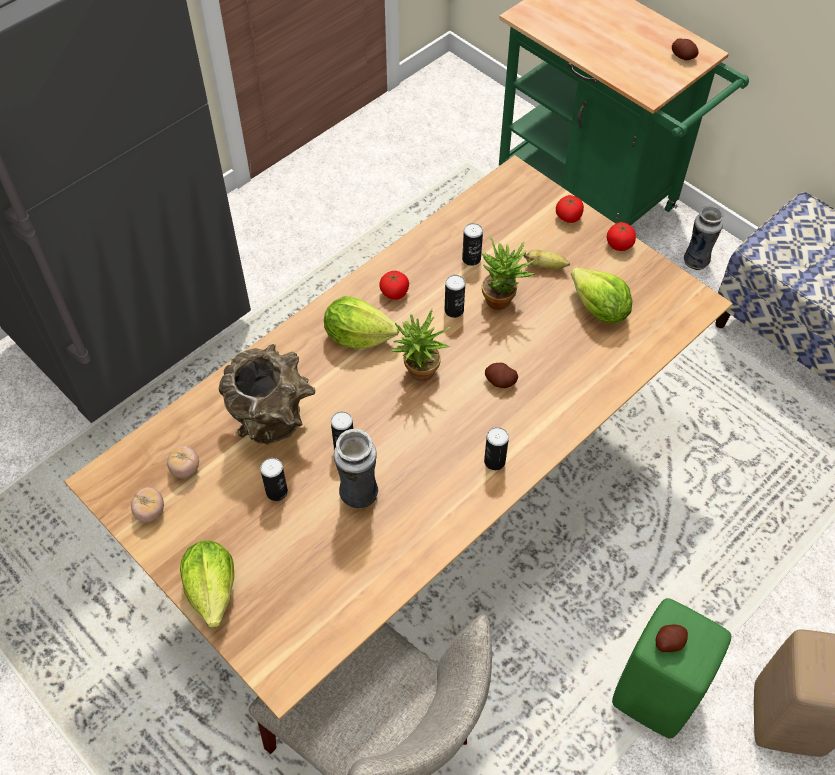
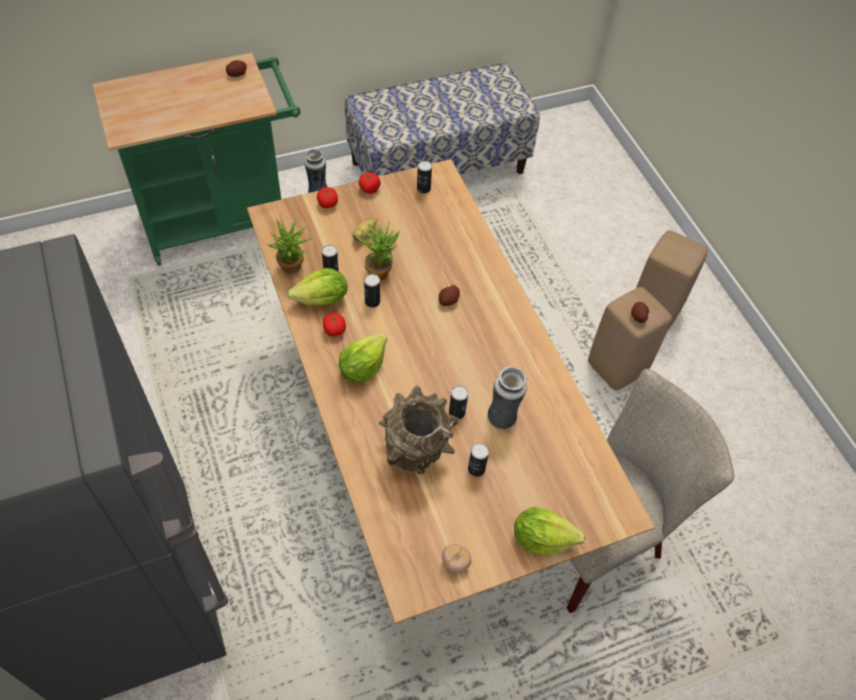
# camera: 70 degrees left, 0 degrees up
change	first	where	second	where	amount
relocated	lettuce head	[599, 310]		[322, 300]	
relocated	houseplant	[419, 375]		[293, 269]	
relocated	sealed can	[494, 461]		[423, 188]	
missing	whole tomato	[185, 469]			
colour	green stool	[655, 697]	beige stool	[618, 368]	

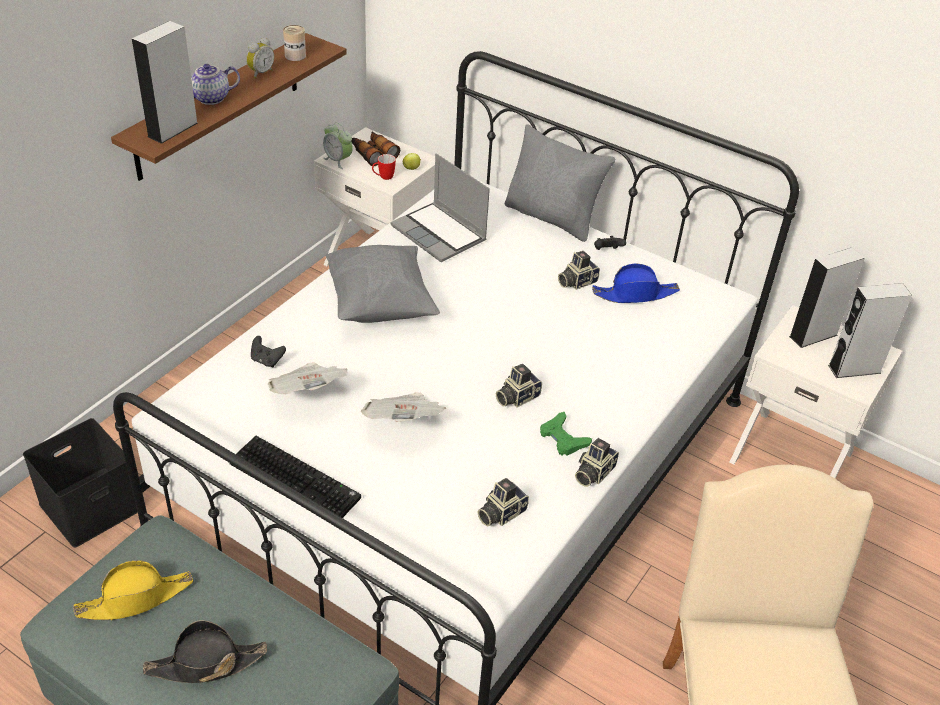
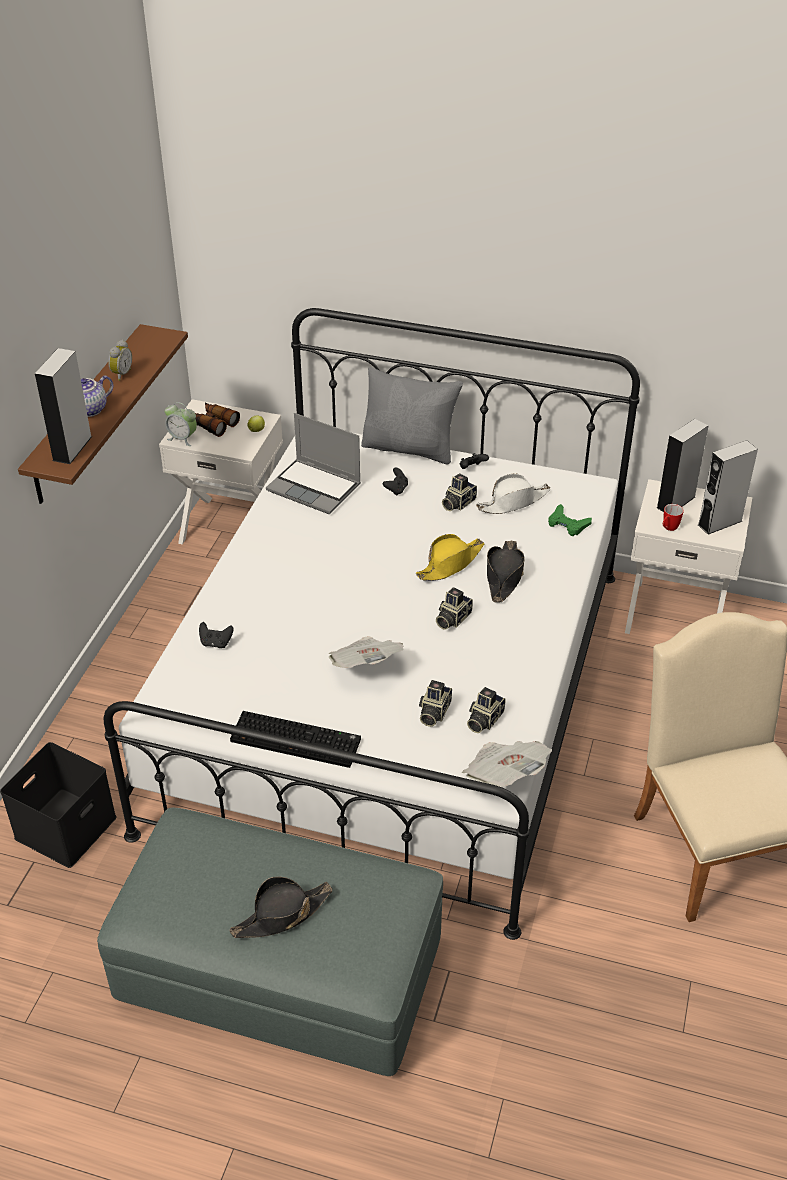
# camera: 15 degrees left, 0 degrees up
change	first	where	second	where	amount
missing	sealed can	[295, 56]			
relocated	coffee mug	[383, 177]		[668, 529]	
missing	greyish throw pillow	[380, 305]			
colour	blue wearable hat	[635, 294]	white-coloured wearable hat	[513, 502]	
relocated	newspaper	[308, 393]		[504, 776]	
relocated	green gamepad	[563, 438]		[567, 524]	
relocated	still camera	[593, 472]		[433, 712]	
relocated	yellowish wearable hat	[136, 599]		[450, 564]	
appeared			black gamepad	[396, 489]	
appeared			black wearable hat	[504, 576]	

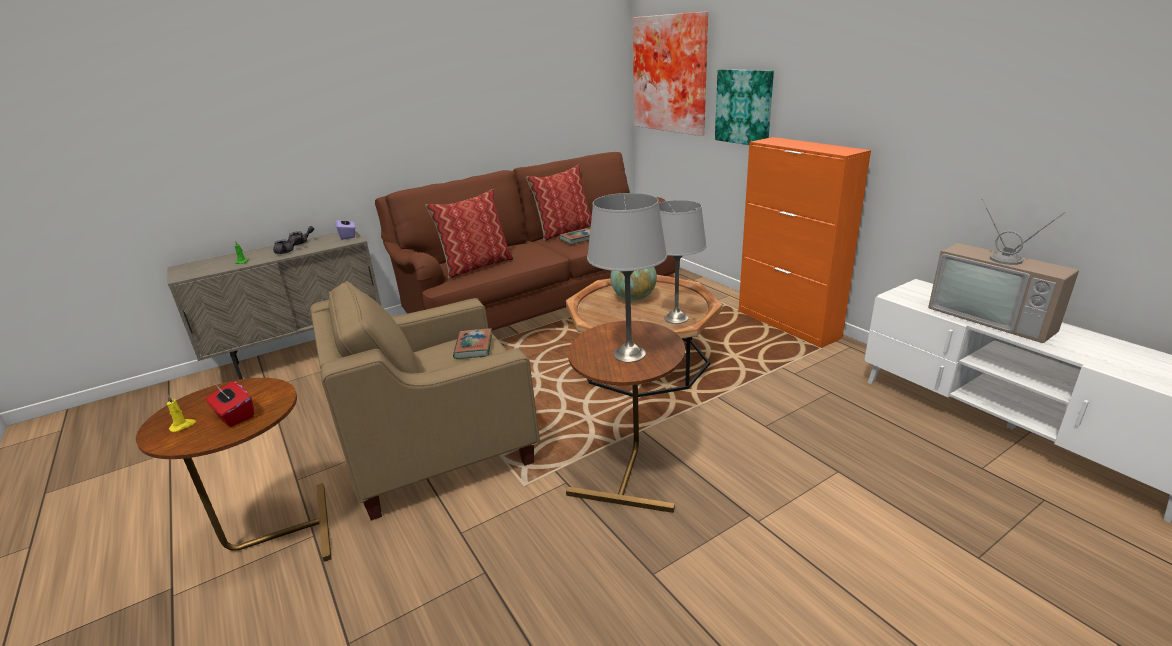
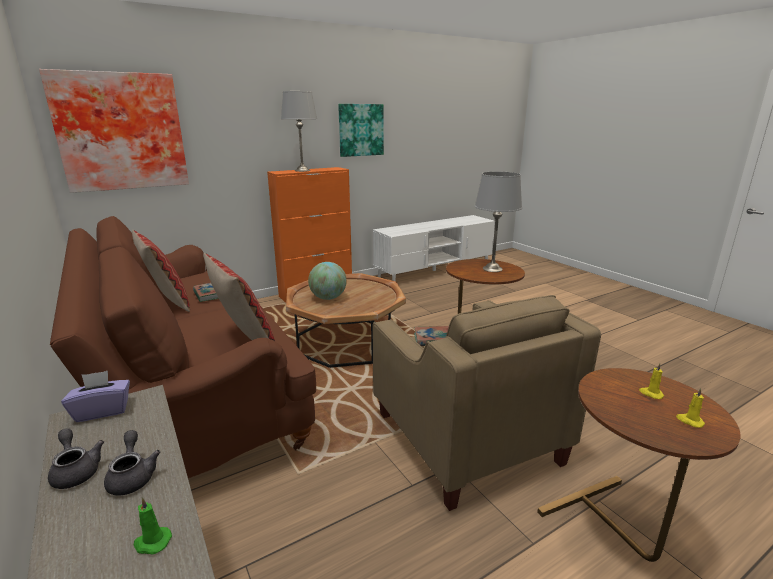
# camera: 90 degrees left, 5 degrees down
change	first	where	second	where	amount
relocated	wall art	[744, 107]		[361, 130]	
missing	TV set	[994, 317]			
relocated	greyish lamp for a table	[676, 318]		[302, 170]	
exchanged	red-coloured box of tissues	[234, 416]	yellowish wax light	[650, 393]	

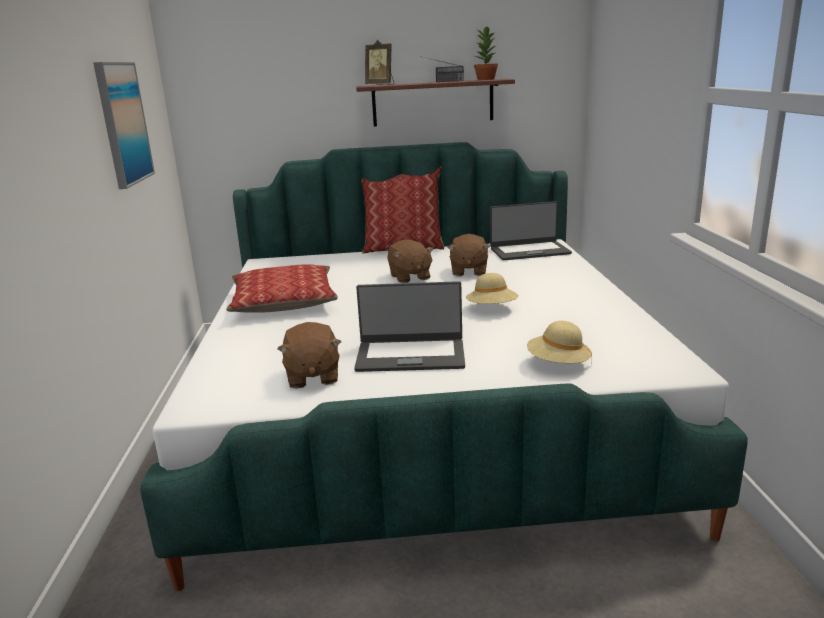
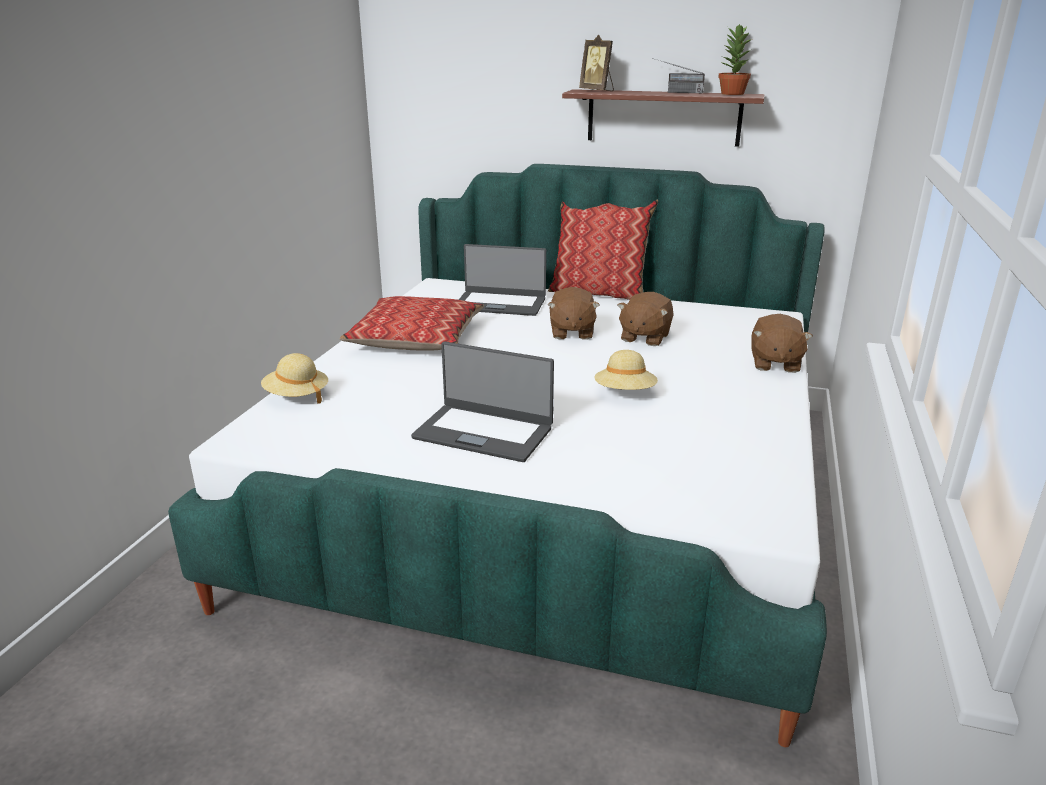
# camera: 20 degrees right, 5 degrees up
change	first	where	second	where	amount
missing	wall art	[123, 123]			
relocated	laptop	[529, 251]		[500, 304]	
relocated	beige wearable hat	[558, 364]		[296, 396]	
relocated	brown-coloured plush toy	[312, 376]		[774, 363]	

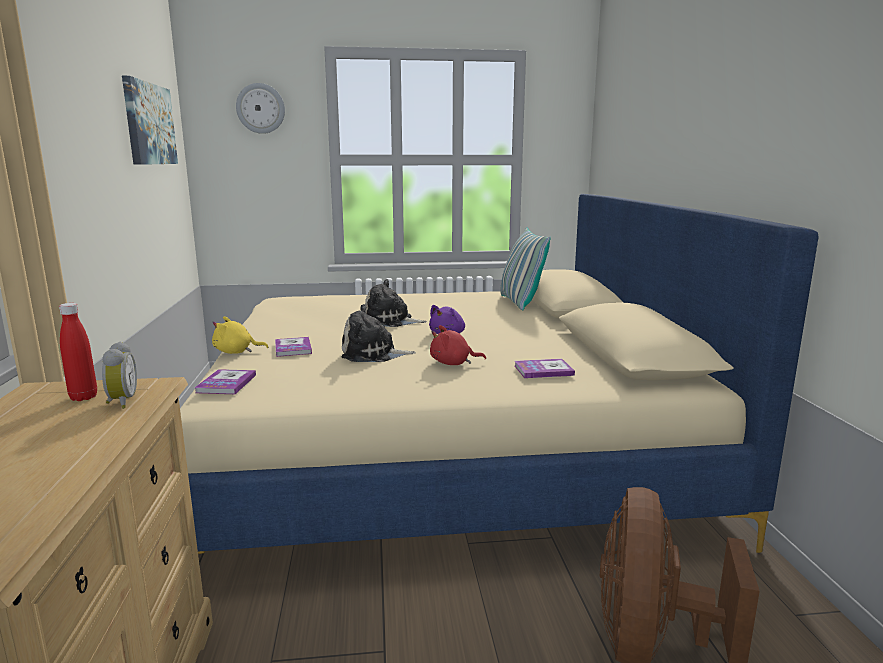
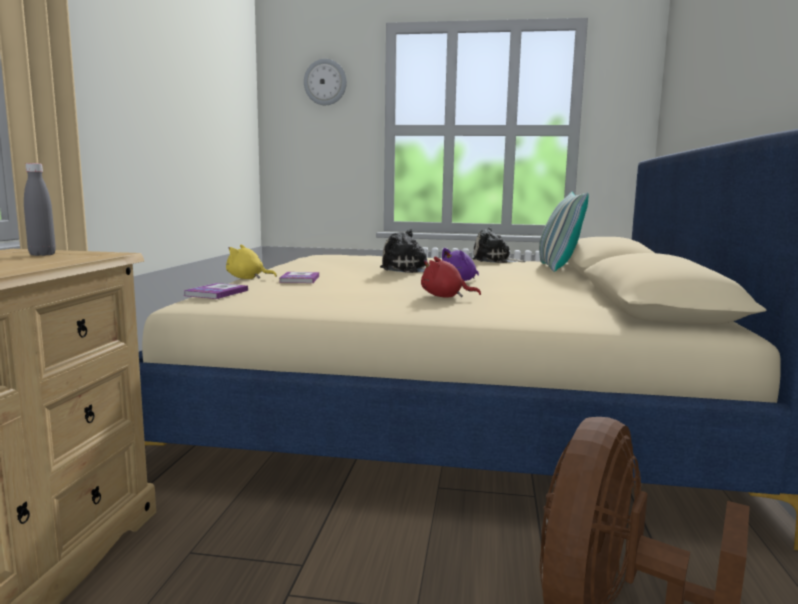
# camera: 15 degrees right, 5 degrees down
change	first	where	second	where	amount
missing	wall art	[149, 124]			
colour	red-coloured bottle	[83, 397]	greyish bottle	[42, 254]	
relocated	plush toy	[373, 354]		[494, 261]	
missing	alarm clock	[120, 402]			
missing	volume	[543, 370]			

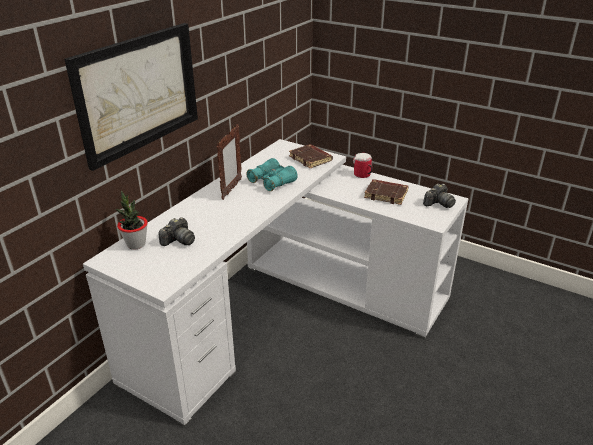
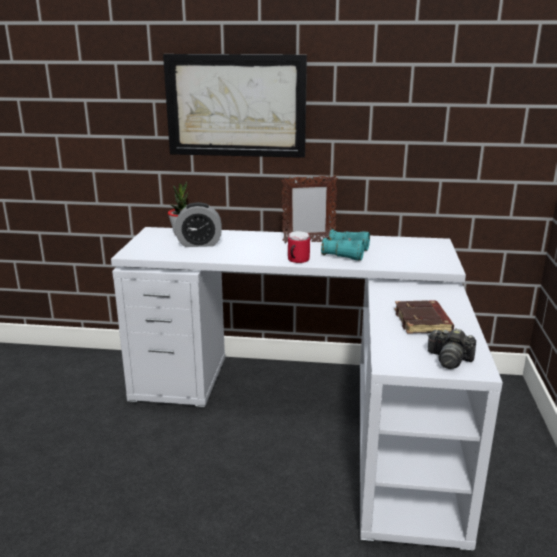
# camera: 65 degrees right, 10 degrees down
change	first	where	second	where	amount
missing	brown-coloured volume	[311, 159]			
relocated	coffee mug	[363, 175]		[296, 260]	
exchanged	still camera	[178, 241]	alarm clock	[199, 244]	

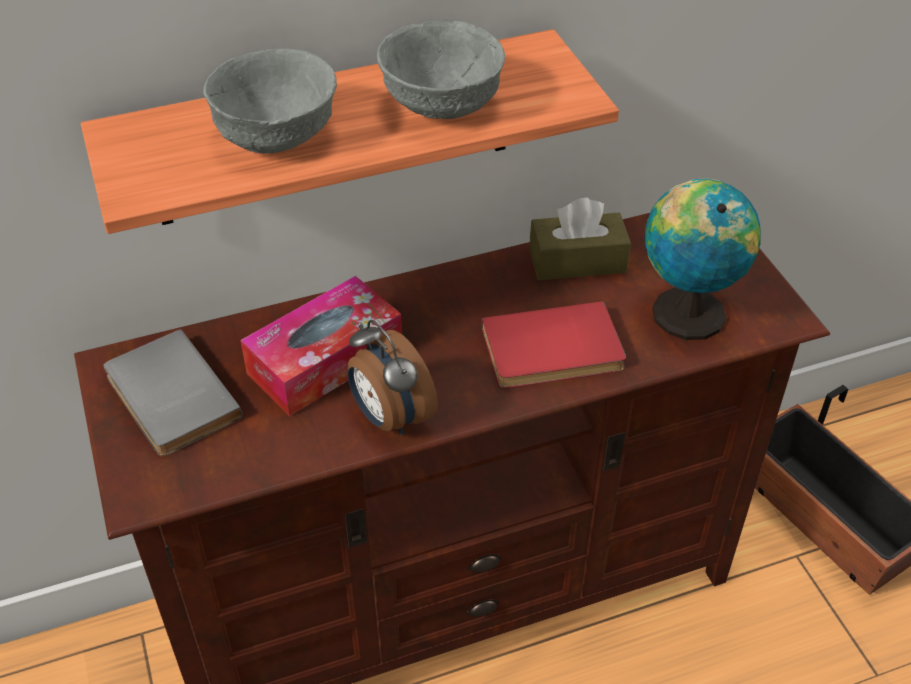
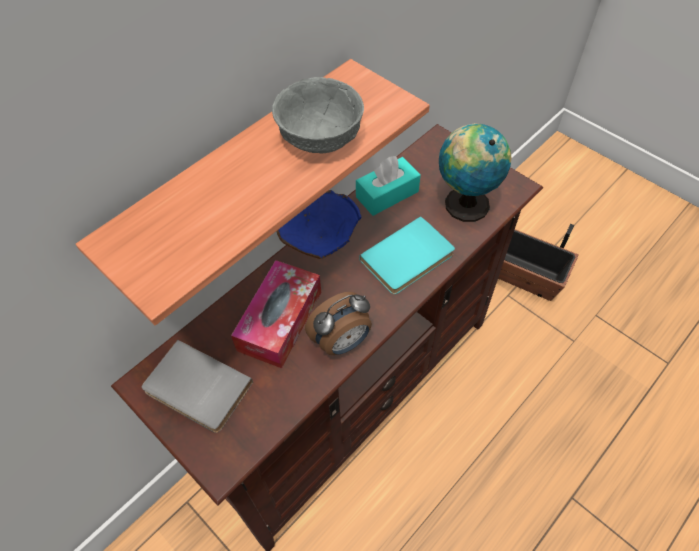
# camera: 25 degrees left, 10 degrees up
change	first	where	second	where	amount
missing	greyish deep dish	[277, 136]			
colour	brown-coloured box of tissues	[577, 261]	turquoise-coloured box of tissues	[387, 194]	
colour	red-coloured volume	[553, 352]	turquoise-coloured volume	[409, 259]	
spun	alarm clock	[389, 417]		[342, 342]	60 degrees counterclockwise
appeared			blue deep dish	[319, 239]	

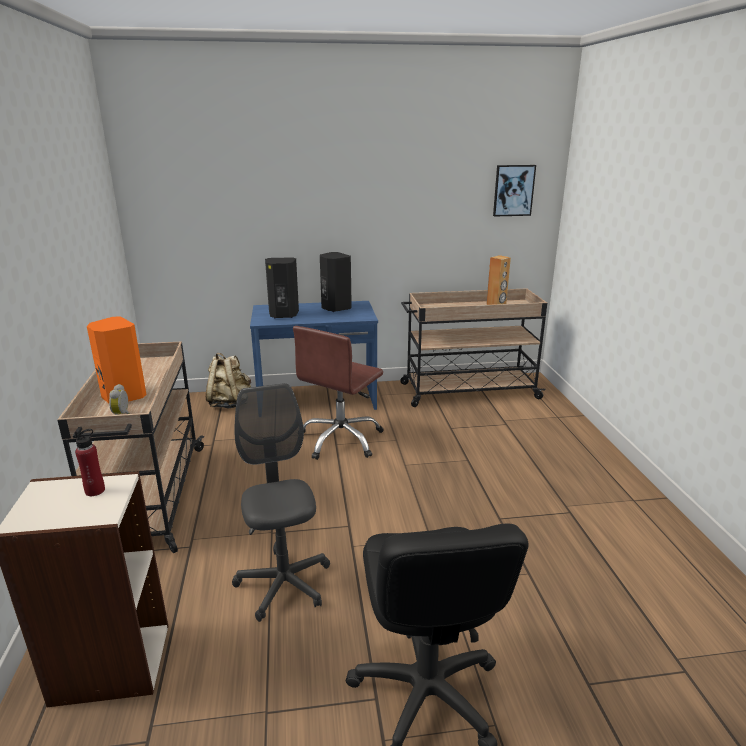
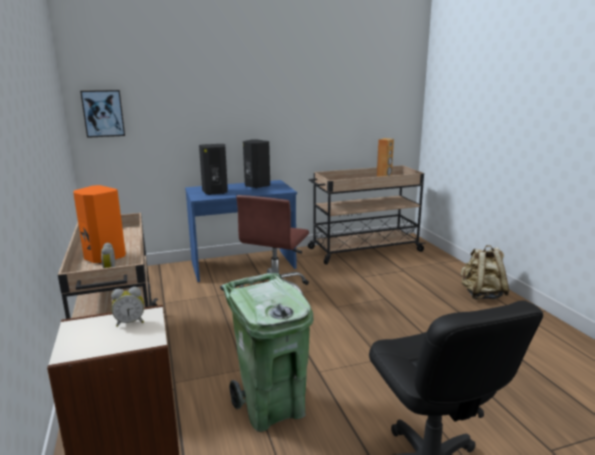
# camera: 10 degrees left, 5 degrees down
change	first	where	second	where	amount
relocated	wall art	[513, 190]		[103, 113]	
relocated	beige backpack	[230, 403]		[481, 295]	
exchanged	greyish desk chair	[284, 584]	green rubbish bin	[271, 408]	
exchanged	red-coloured bottle	[95, 490]	alarm clock	[130, 322]	

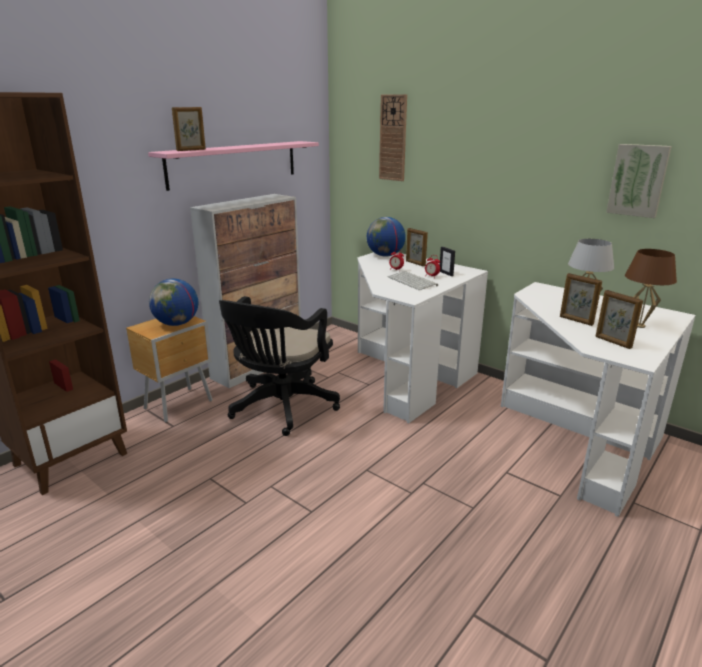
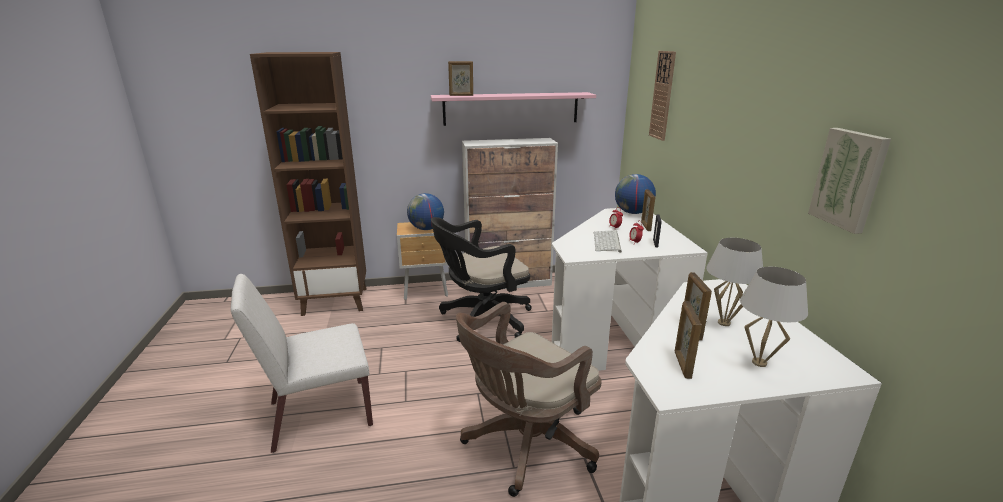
# camera: 40 degrees right, 0 degrees up
change	first	where	second	where	amount
colour	brown-coloured lamp for a table	[639, 325]	white-coloured lamp for a table	[759, 362]	
appeared			white-coloured upright chair	[319, 414]	
appeared			brown-coloured desk chair	[525, 445]	

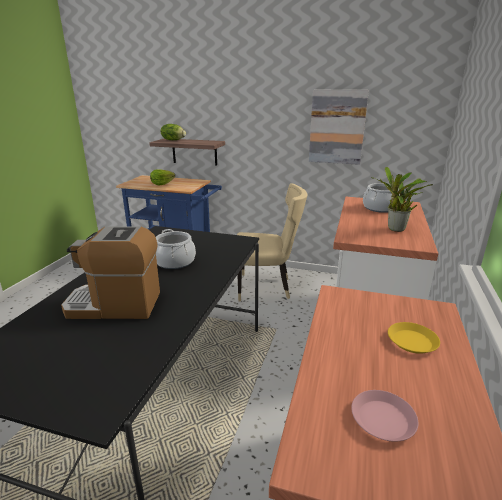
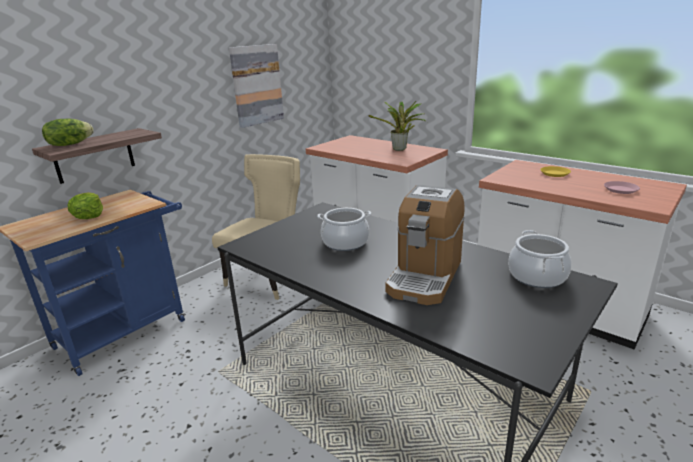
# camera: 65 degrees left, 0 degrees up
change	first	where	second	where	amount
relocated	cooking pot	[379, 208]		[537, 276]	

